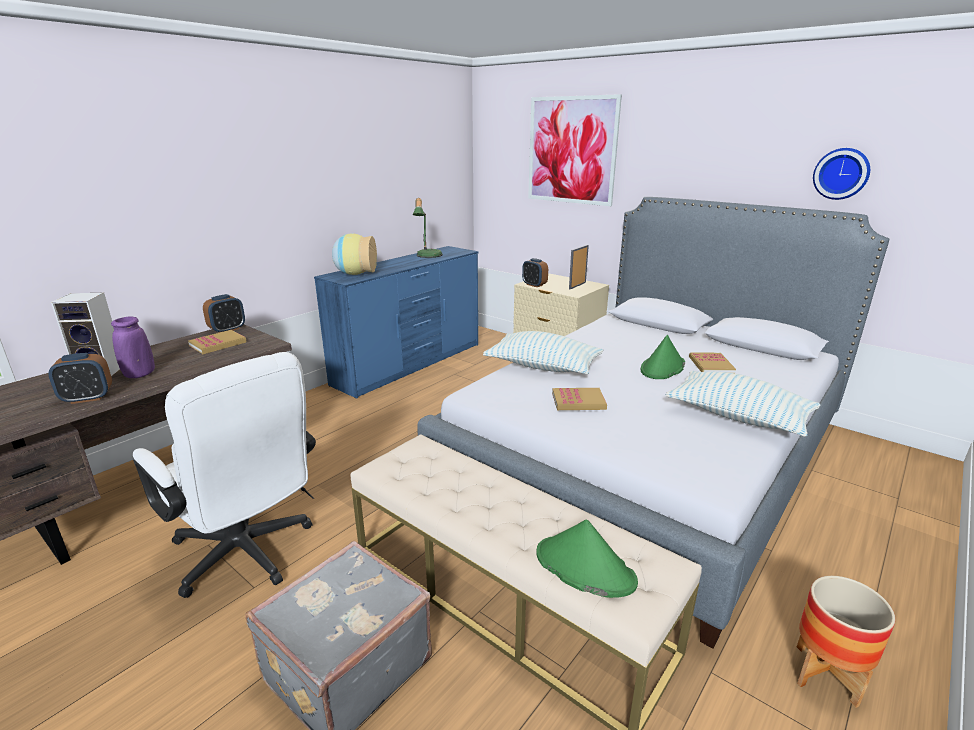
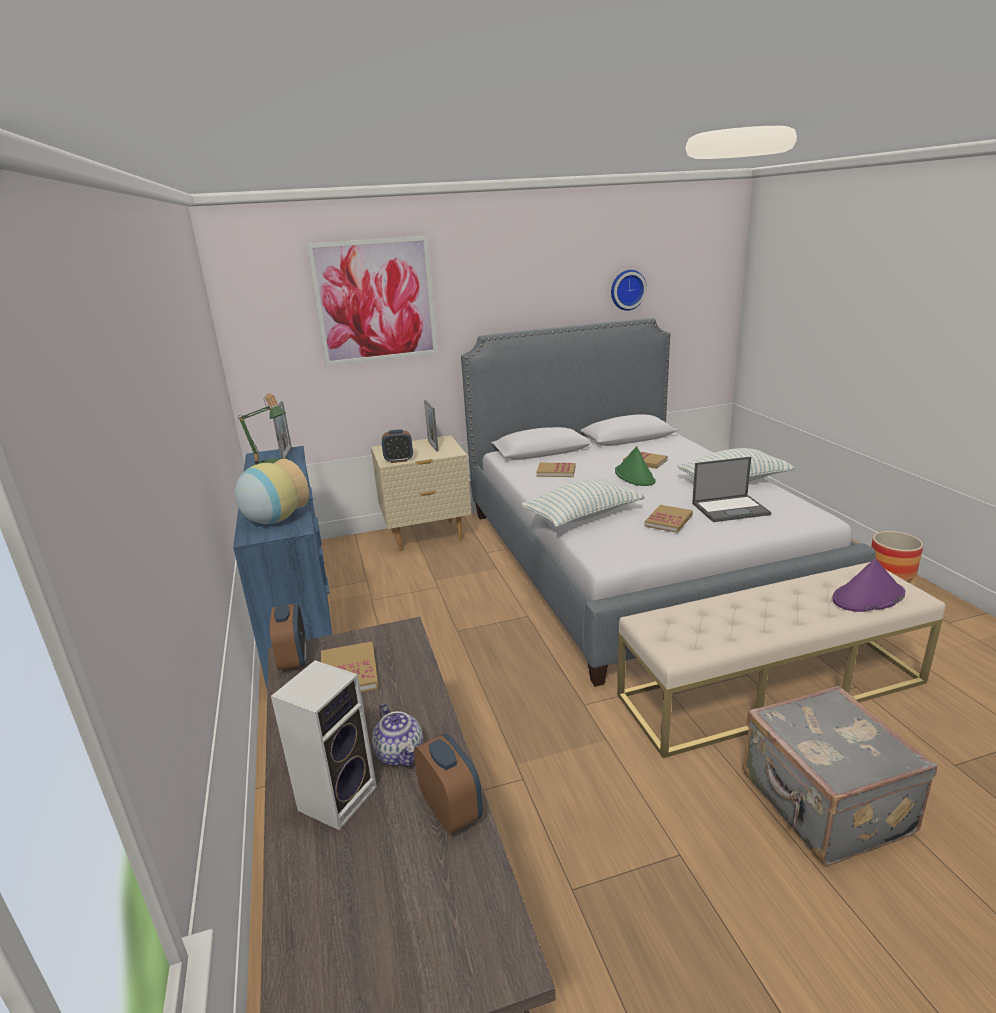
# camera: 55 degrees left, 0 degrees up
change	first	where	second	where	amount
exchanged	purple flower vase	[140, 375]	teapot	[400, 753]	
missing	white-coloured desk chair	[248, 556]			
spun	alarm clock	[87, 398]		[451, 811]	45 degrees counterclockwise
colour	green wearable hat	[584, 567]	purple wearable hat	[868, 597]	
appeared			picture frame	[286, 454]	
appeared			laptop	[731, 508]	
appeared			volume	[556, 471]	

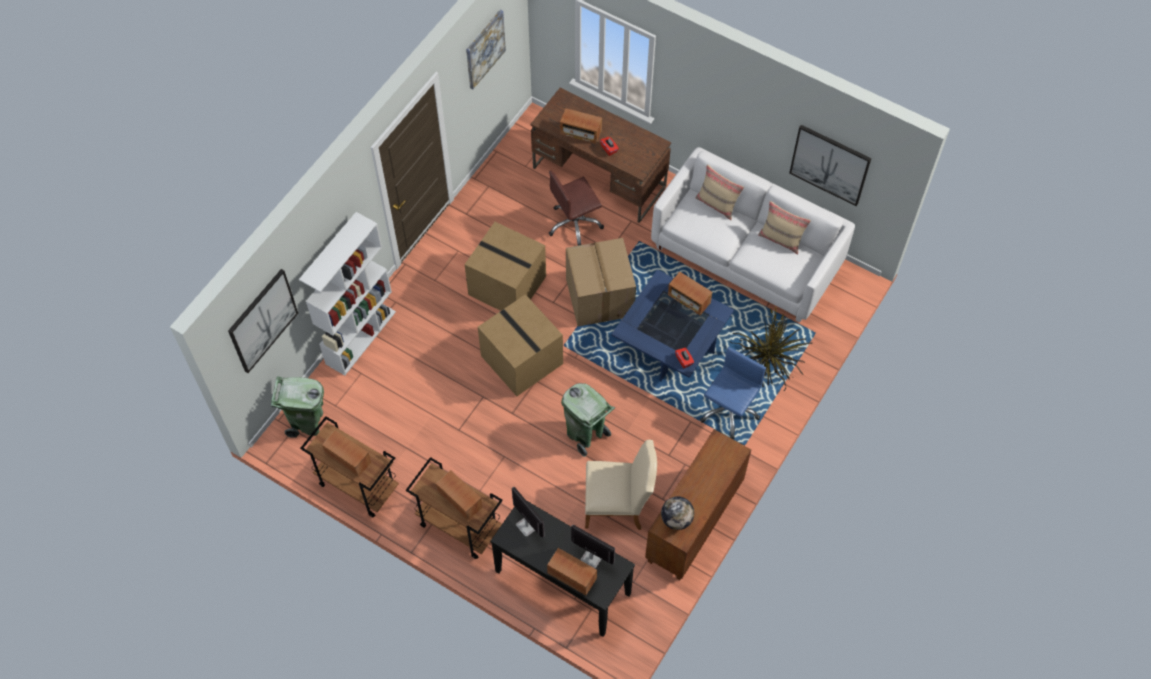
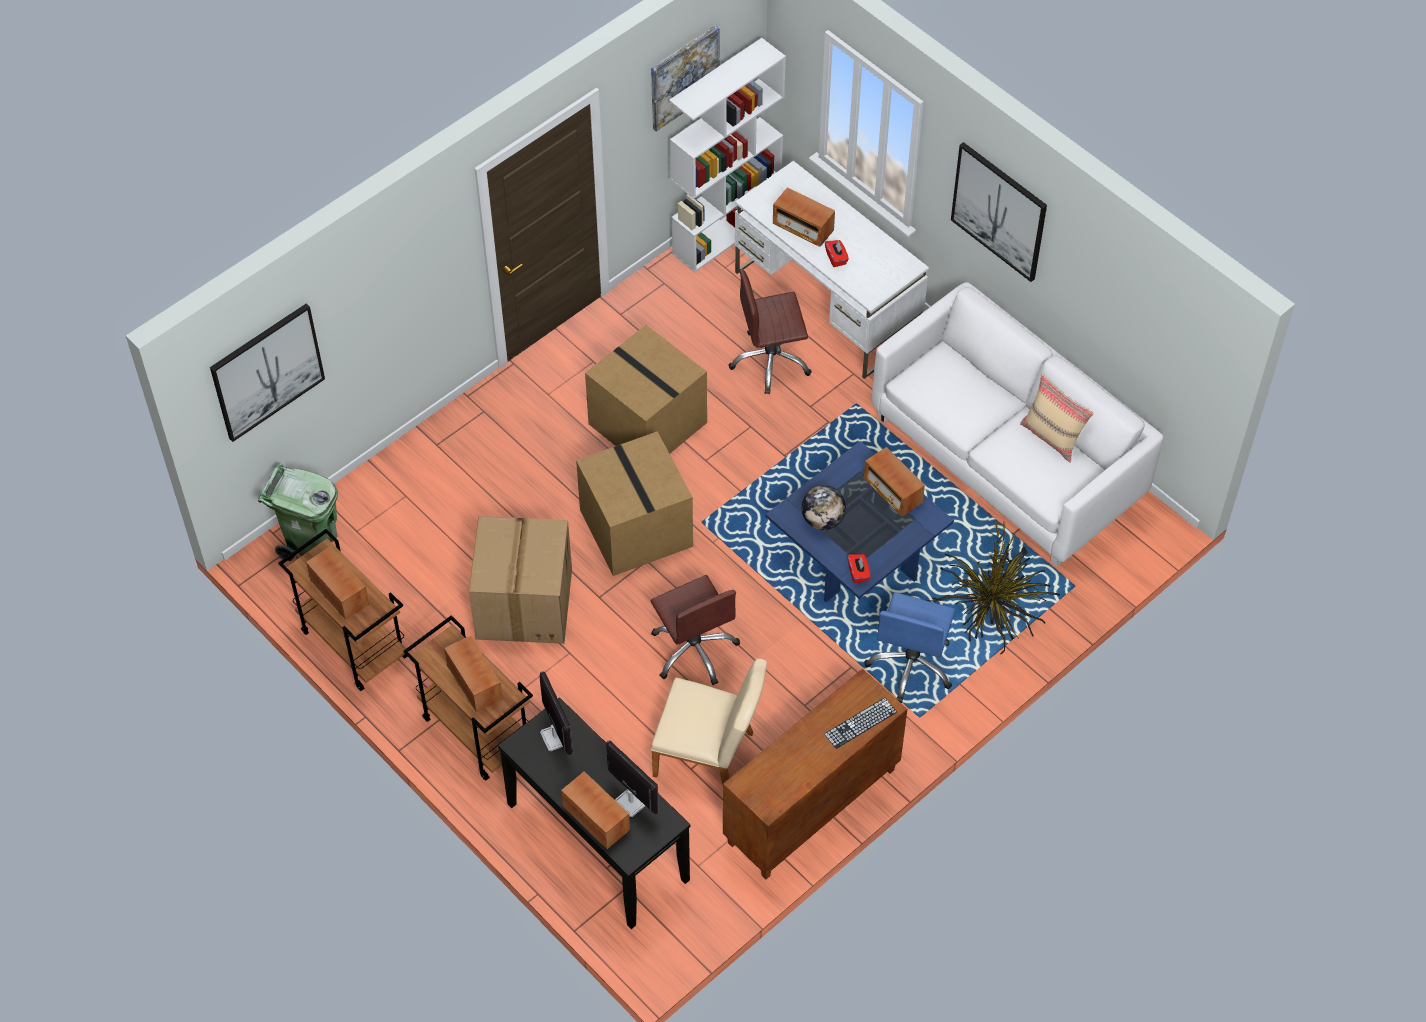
# camera: 15 degrees right, 5 degrees down
change	first	where	second	where	amount
colour	brown-coloured desk	[600, 177]	white-coloured desk	[827, 305]	
relocated	wall art	[830, 164]		[999, 211]	
missing	beige throw pillow	[717, 204]			
relocated	white-coloured bookcase	[360, 337]		[726, 231]	
relocated	carton	[598, 297]		[523, 602]	
spun	blue desk chair	[728, 411]		[911, 665]	150 degrees clockwise
exchanged	green rubbish bin	[585, 434]	brown-coloured desk chair	[694, 649]	
relocated	world globe	[676, 519]		[823, 520]	
appeared			keyboard	[860, 723]	

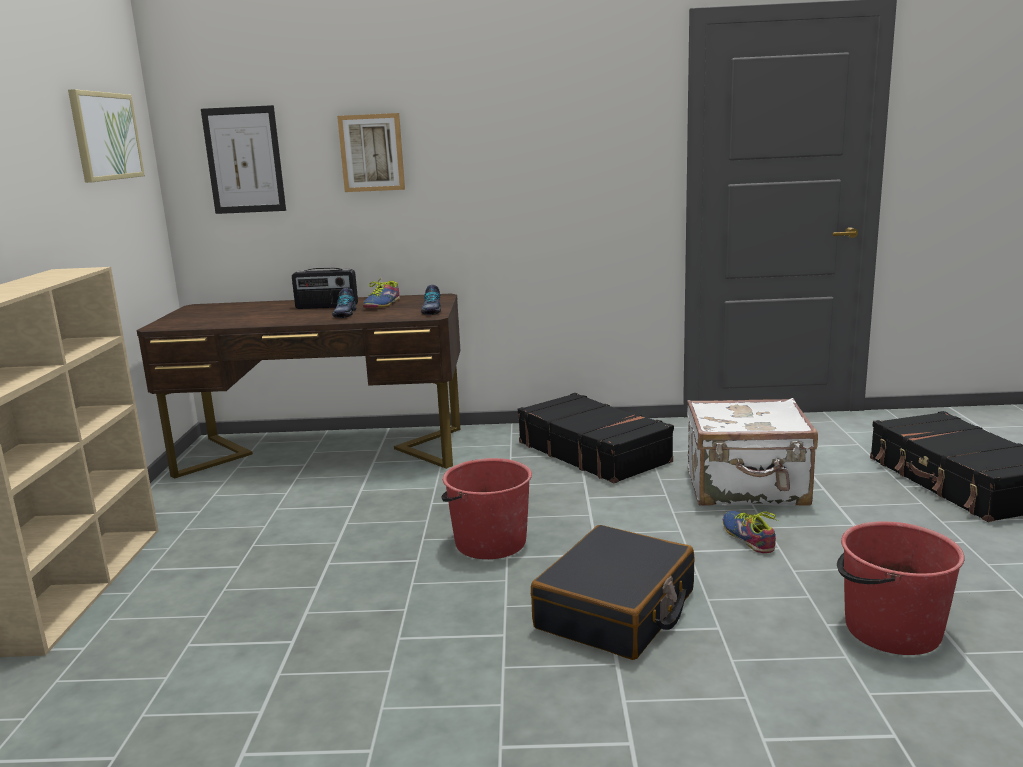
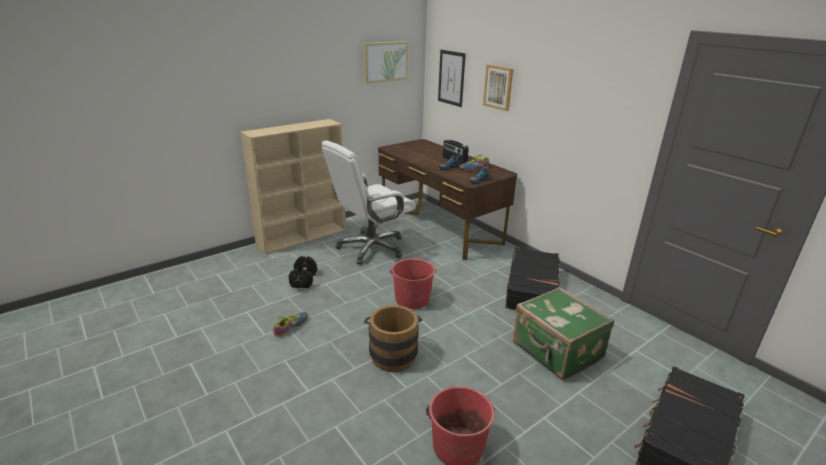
# camera: 50 degrees right, 10 degrees up
change	first	where	second	where	amount
colour	white-coloured suitcase	[747, 489]	green suitcase	[556, 352]	
relocated	shoe	[747, 537]		[291, 326]	
exchanged	black suitcase	[616, 610]	brown-coloured water bucket	[392, 353]	
appeared			white-coloured desk chair	[371, 248]	
appeared			black hand weight	[303, 280]	

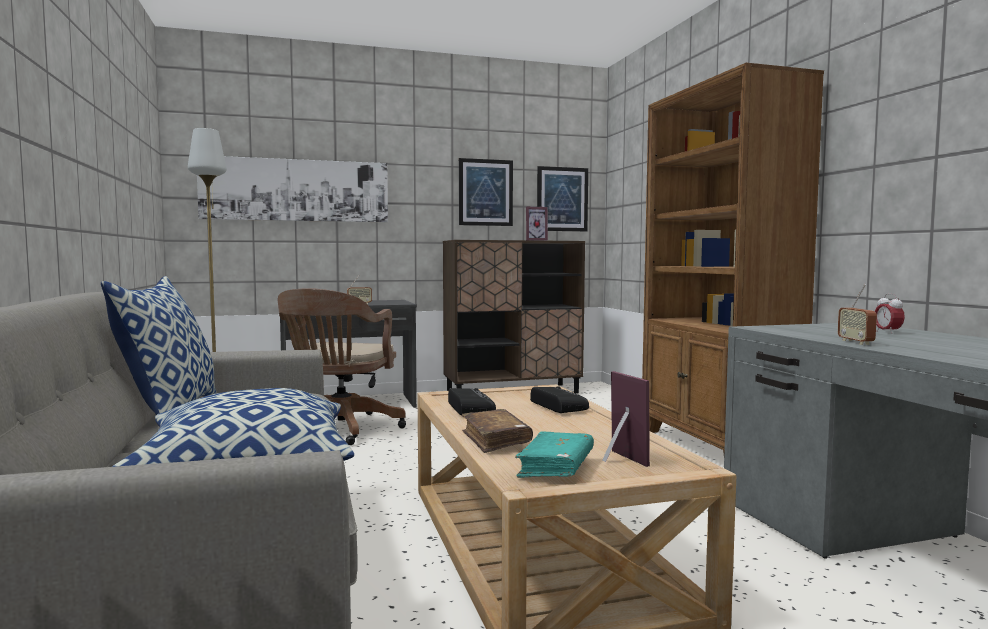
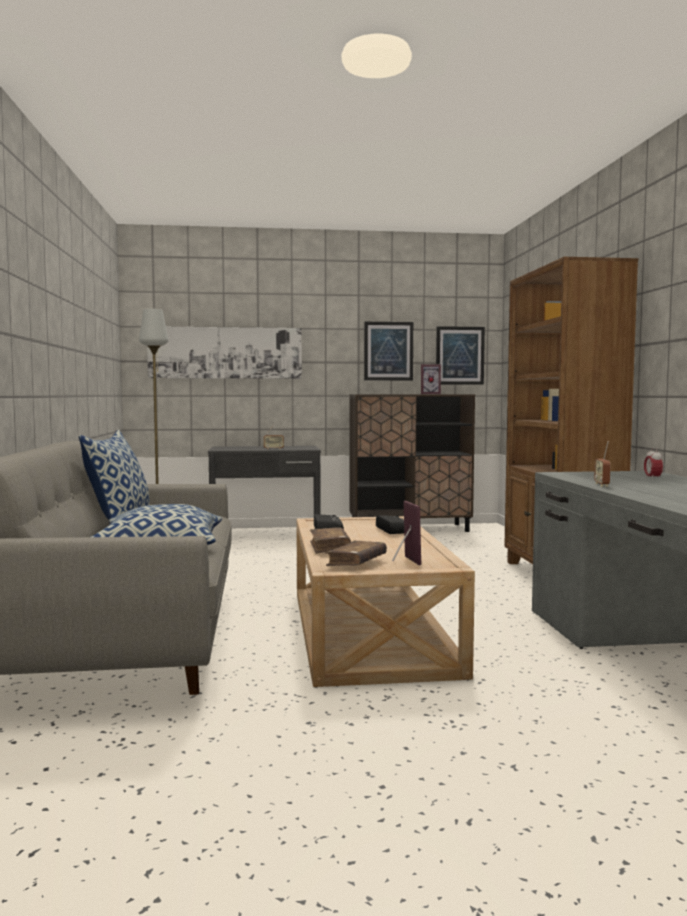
# camera: 10 degrees right, 0 degrees up
change	first	where	second	where	amount
missing	brown-coloured desk chair	[339, 430]			
colour	turquoise-coloured volume	[556, 467]	brown-coloured volume	[356, 562]	

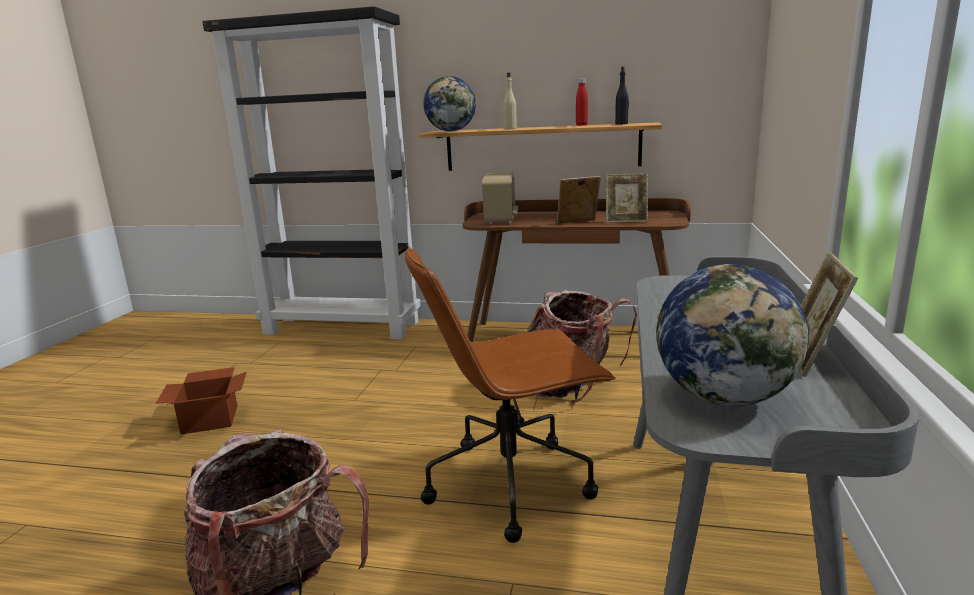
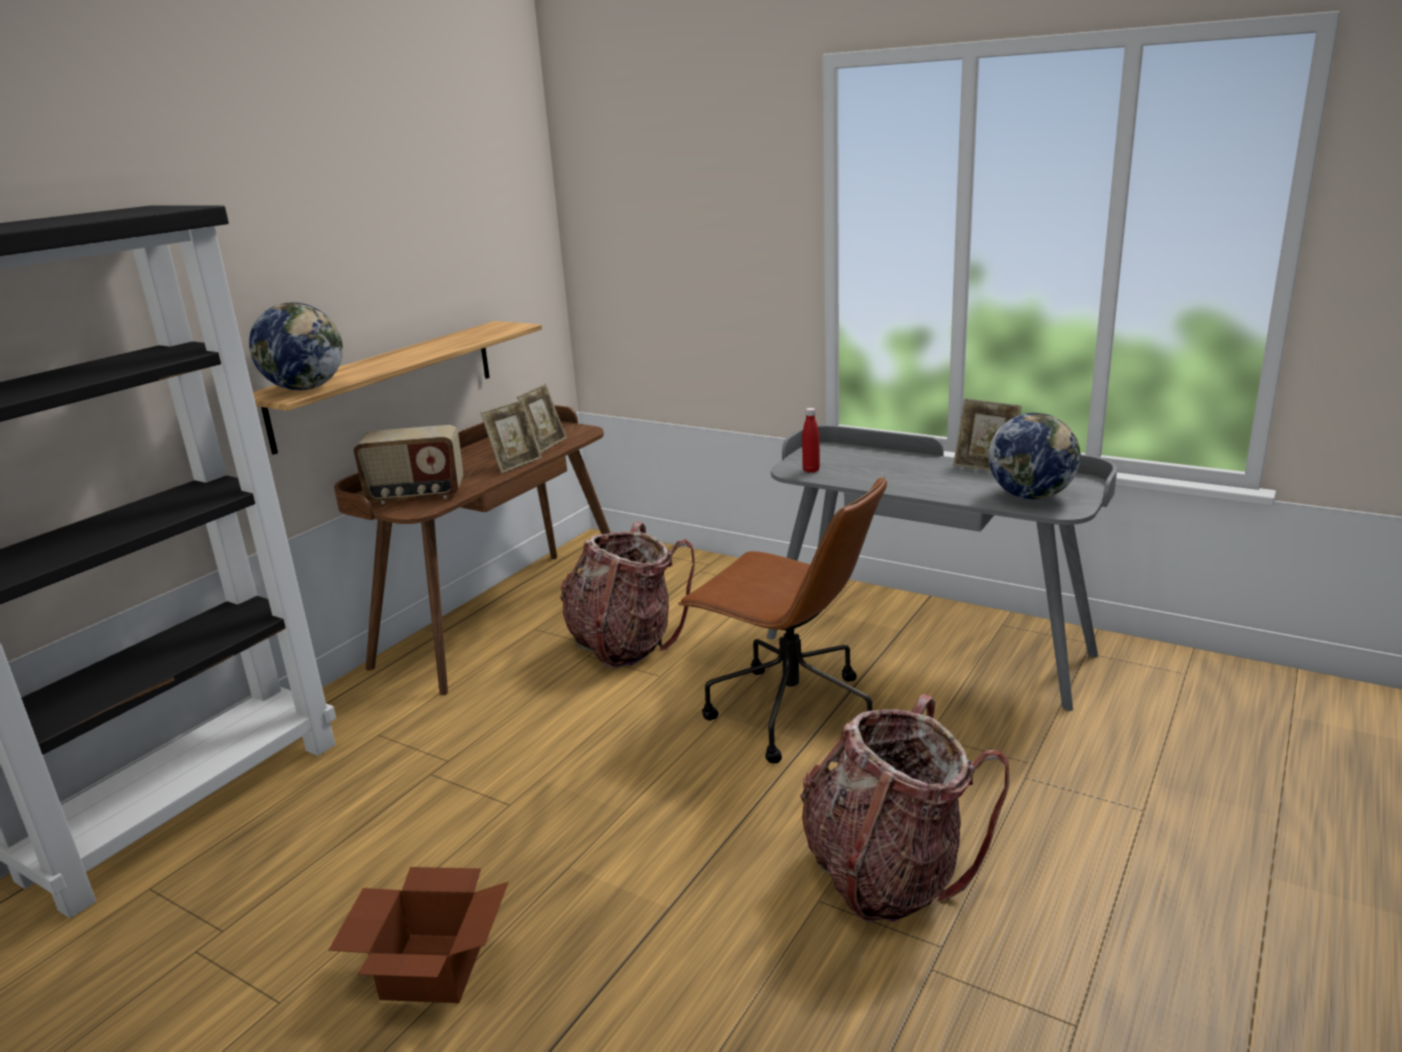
# camera: 70 degrees left, 5 degrees up
change	first	where	second	where	amount
missing	black bottle	[621, 124]			
missing	beige bottle	[510, 129]			
relocated	red-coloured bottle	[581, 125]		[811, 470]	
spun	radio	[501, 219]		[416, 495]	150 degrees clockwise
spun	picture frame	[578, 223]		[515, 464]	150 degrees counterclockwise
spun	brown-coloured desk chair	[512, 483]		[789, 712]	60 degrees counterclockwise

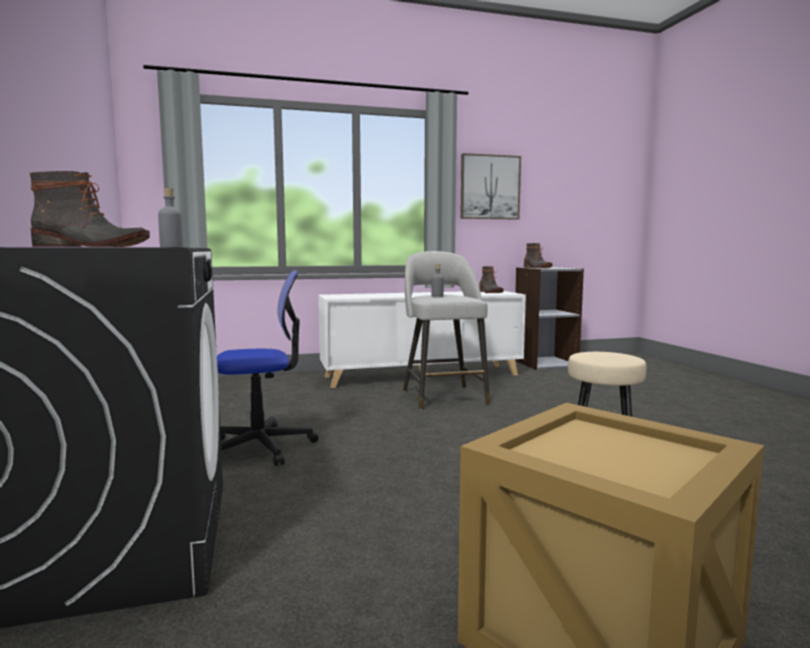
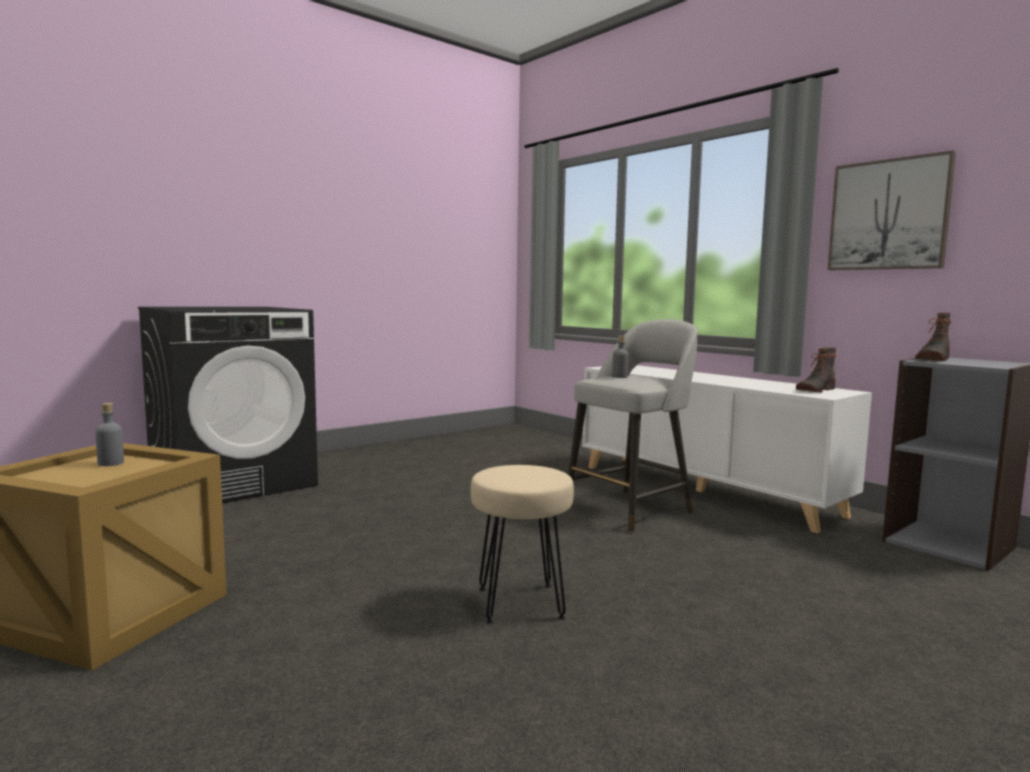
# camera: 65 degrees right, 0 degrees up
change	first	where	second	where	amount
missing	high-top boot	[90, 246]			
relocated	greyish bottle	[171, 247]		[111, 463]	
missing	desk chair	[261, 446]			

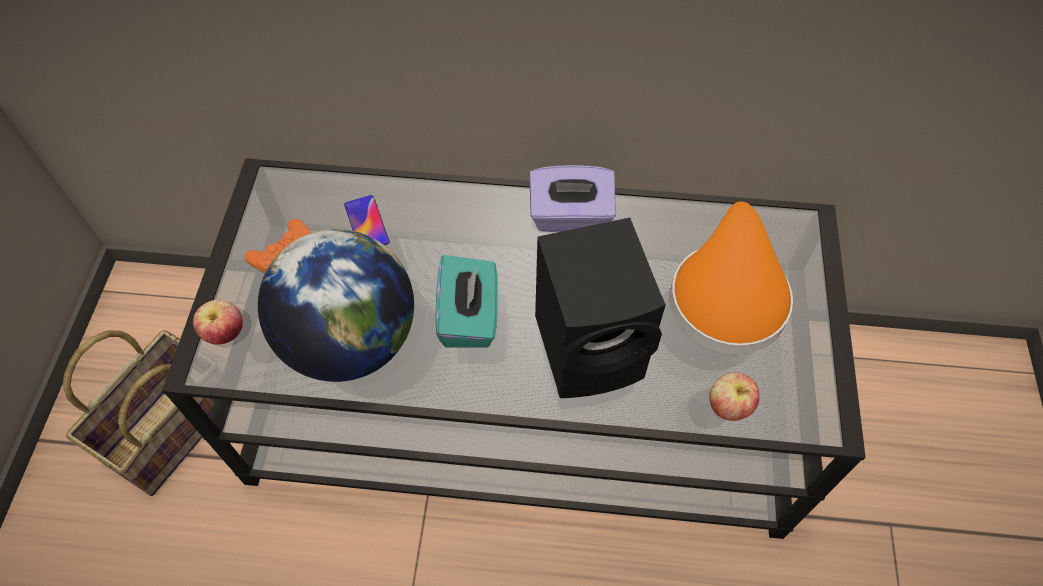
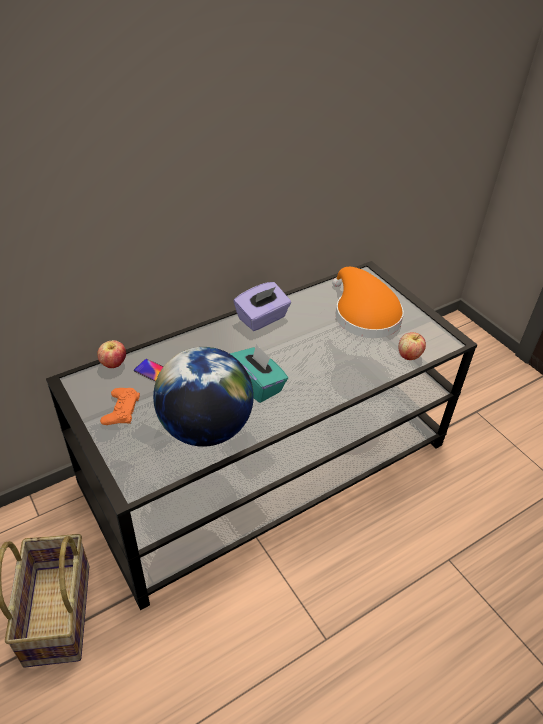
# camera: 40 degrees left, 15 degrees down
change	first	where	second	where	amount
missing	black loudspeaker	[593, 348]			
relocated	apple fruit	[225, 333]		[113, 364]	

